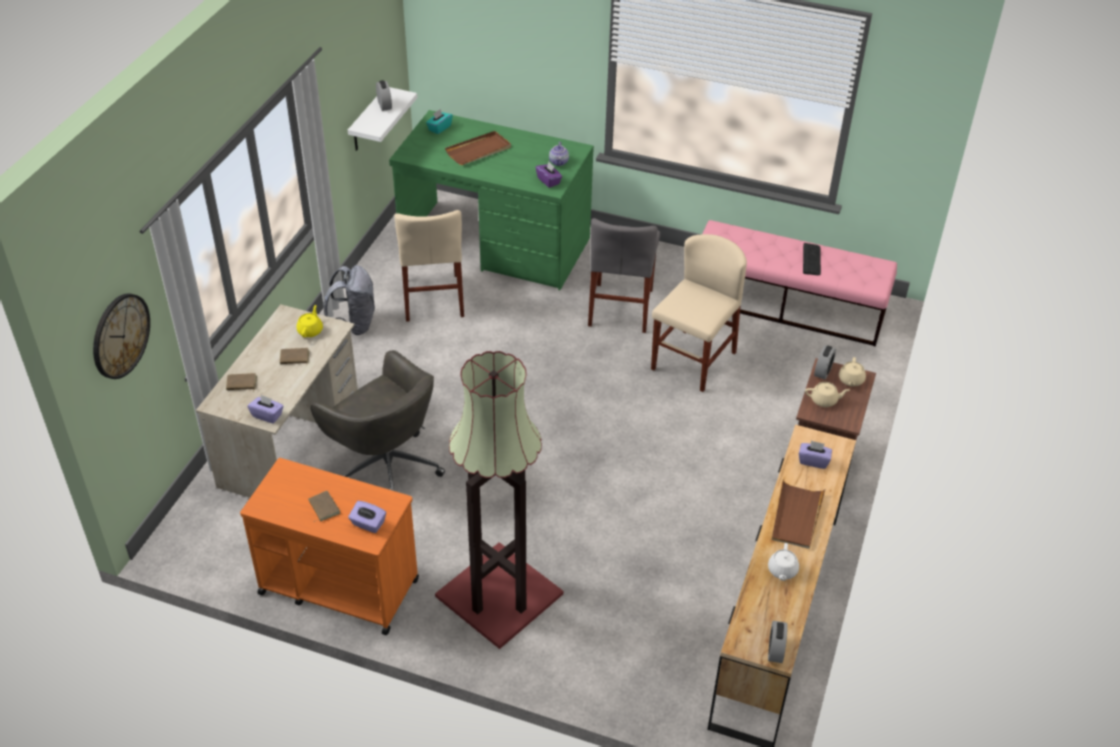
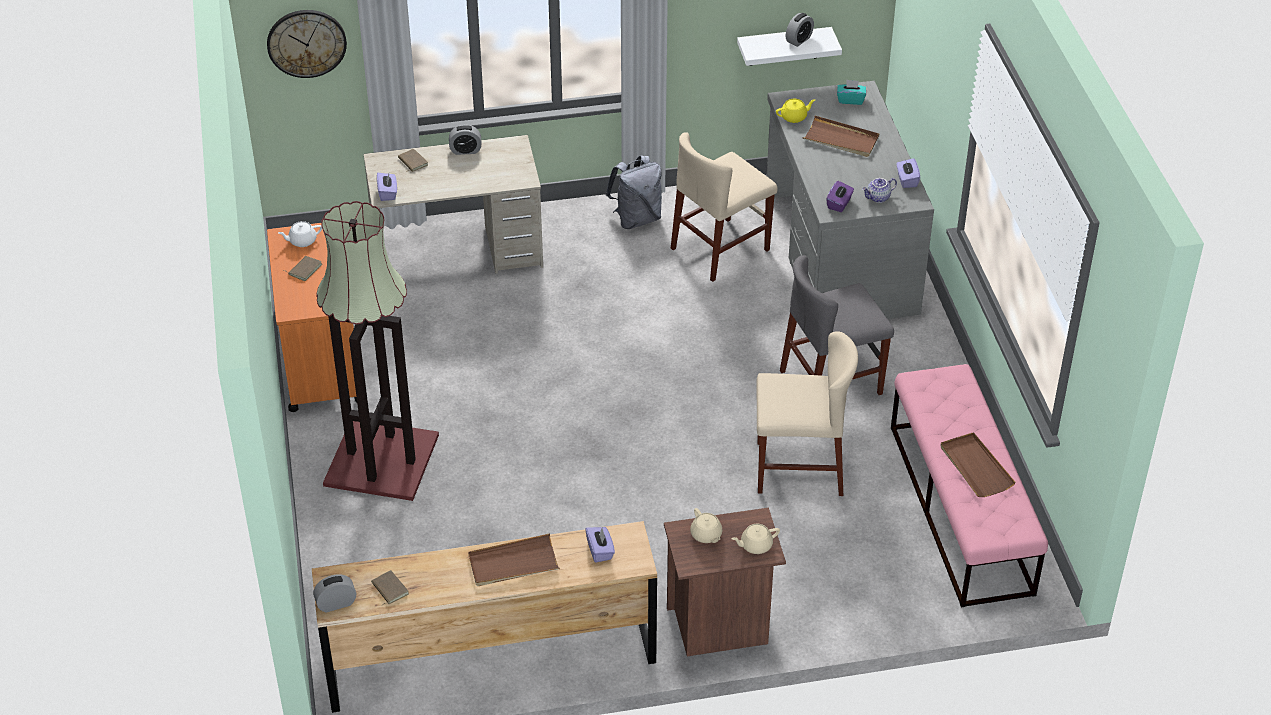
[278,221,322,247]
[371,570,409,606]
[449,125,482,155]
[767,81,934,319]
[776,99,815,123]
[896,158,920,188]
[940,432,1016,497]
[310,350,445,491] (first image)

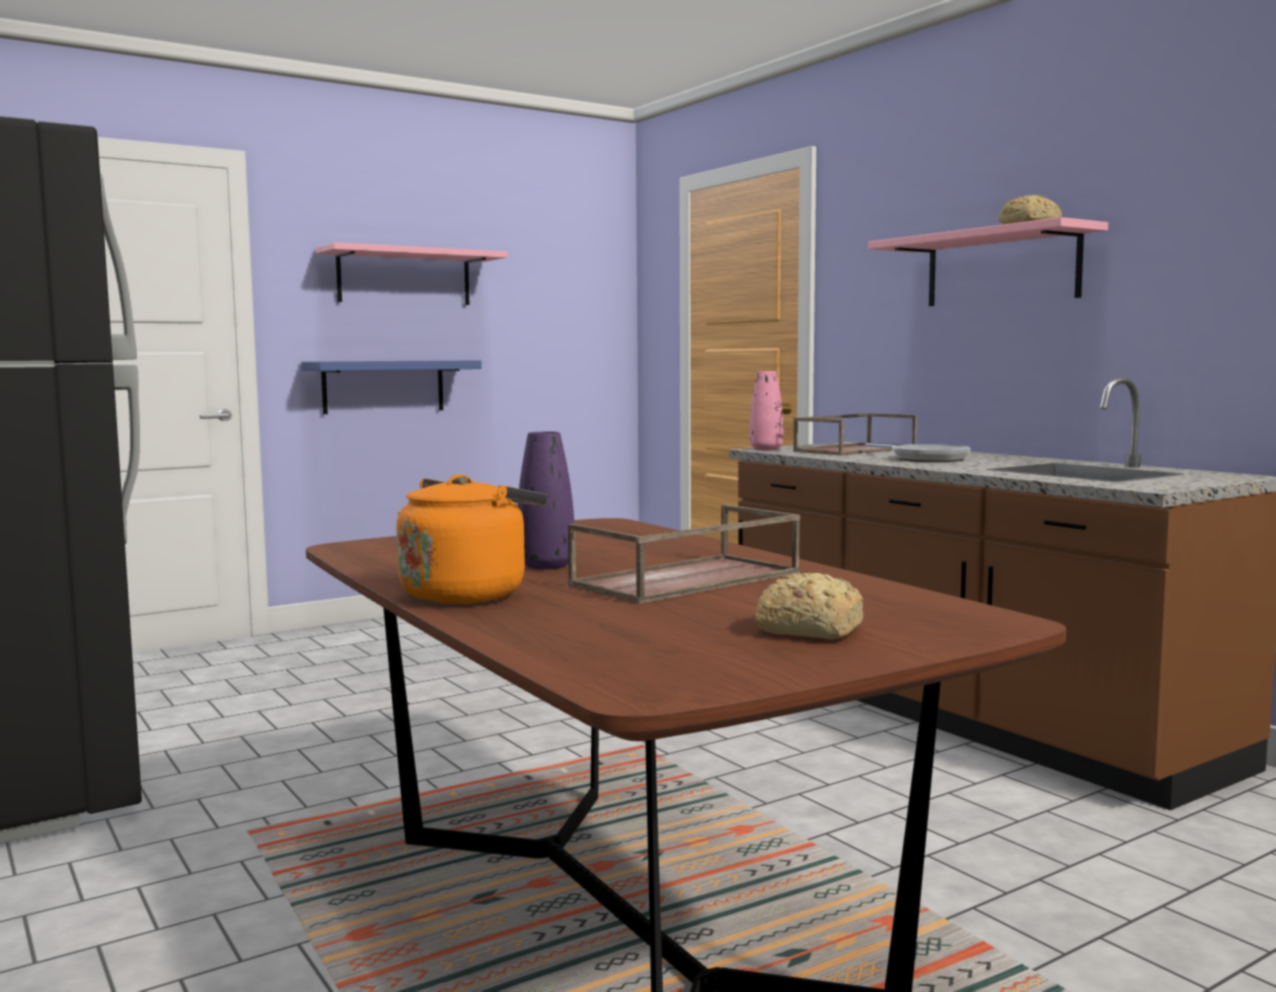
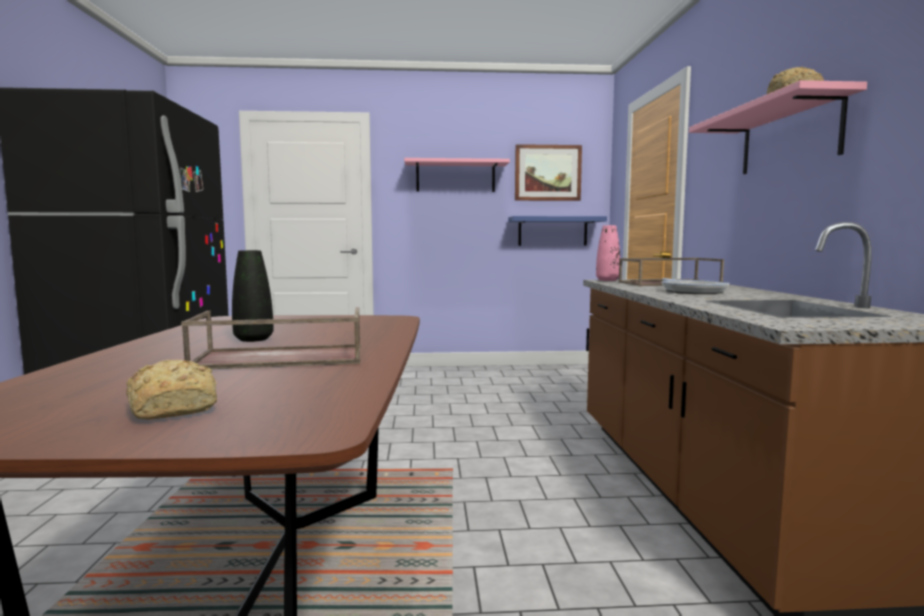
[232,250,273,342]
[508,216,607,246]
[515,144,582,201]
[396,474,548,604] (first image)

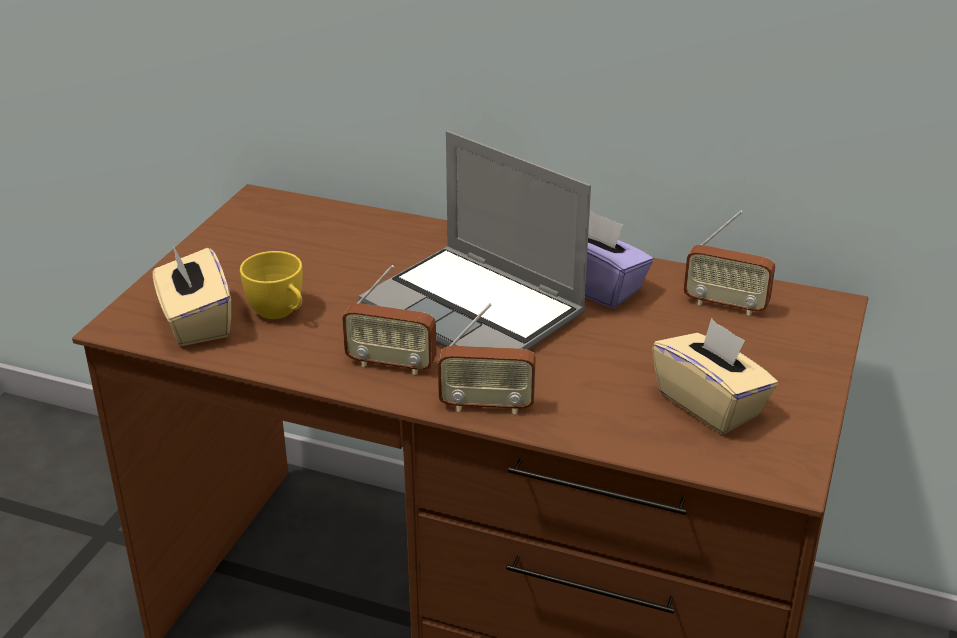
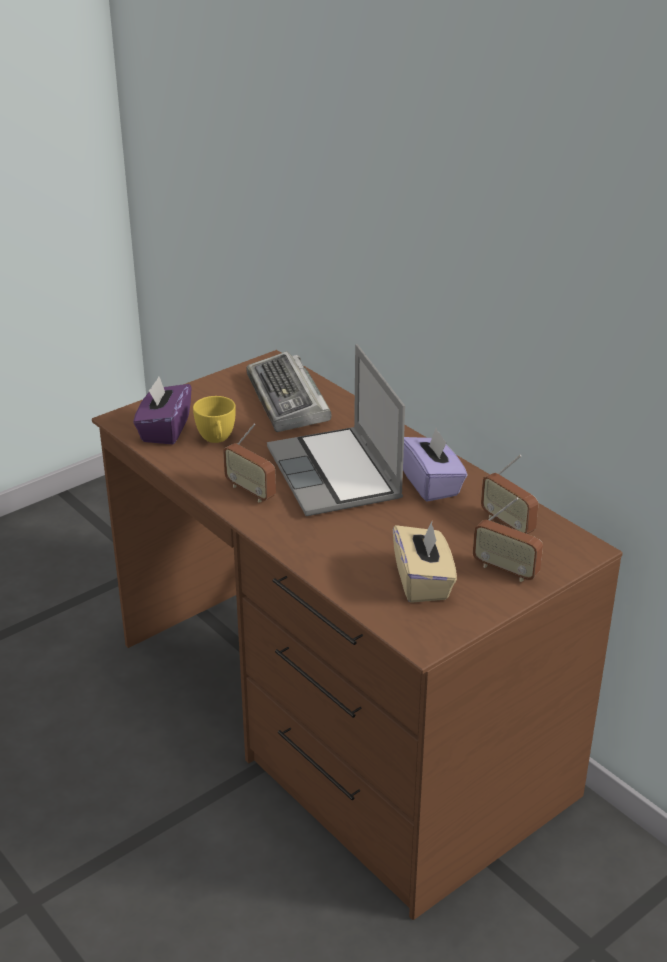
[133,377,192,445]
[246,351,332,432]
[473,498,543,582]

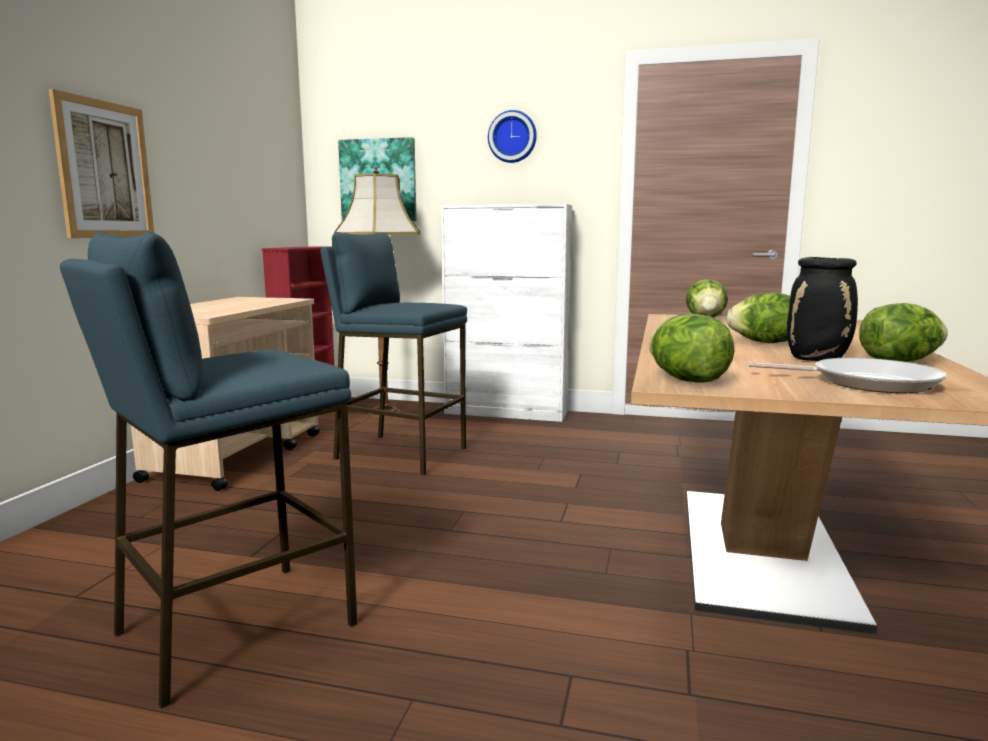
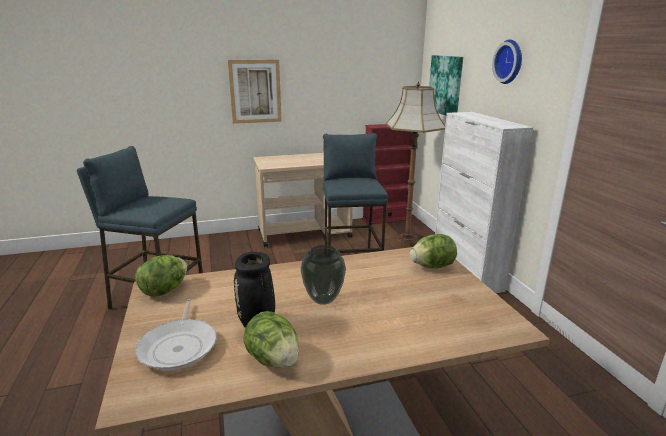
[301,245,346,305]

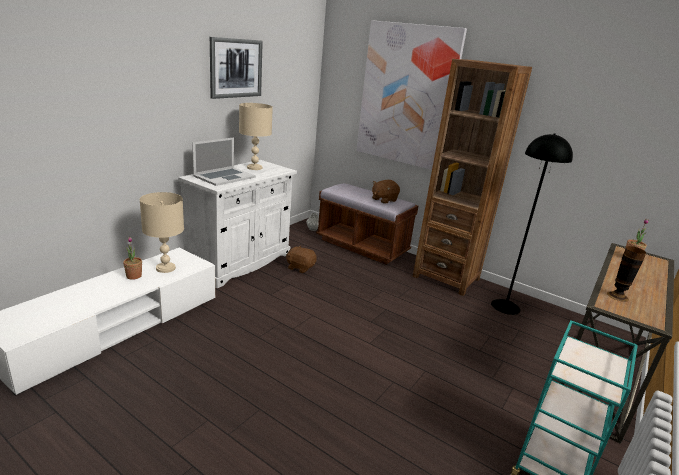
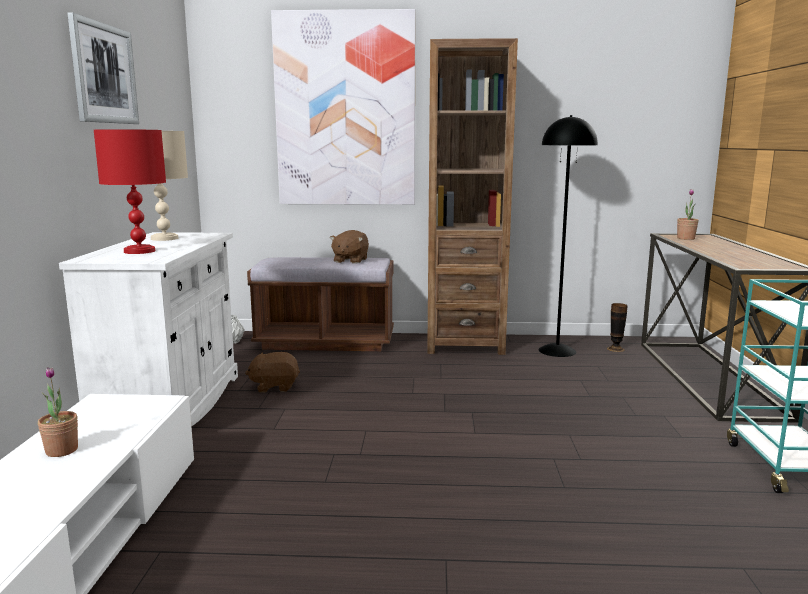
[94,129,166,254]
[607,303,628,352]
[140,192,184,273] (first image)

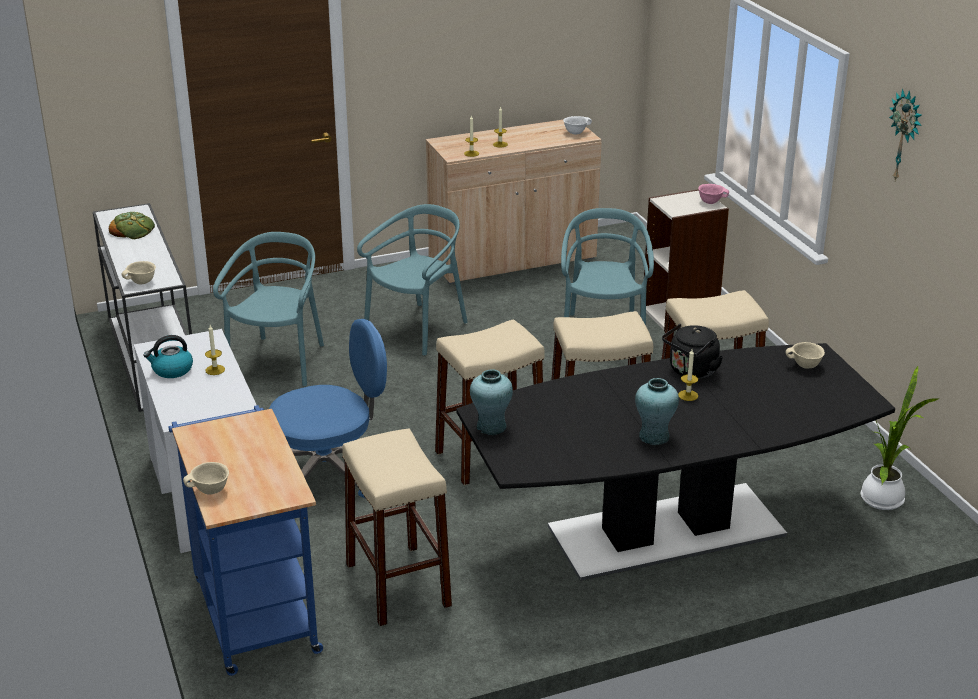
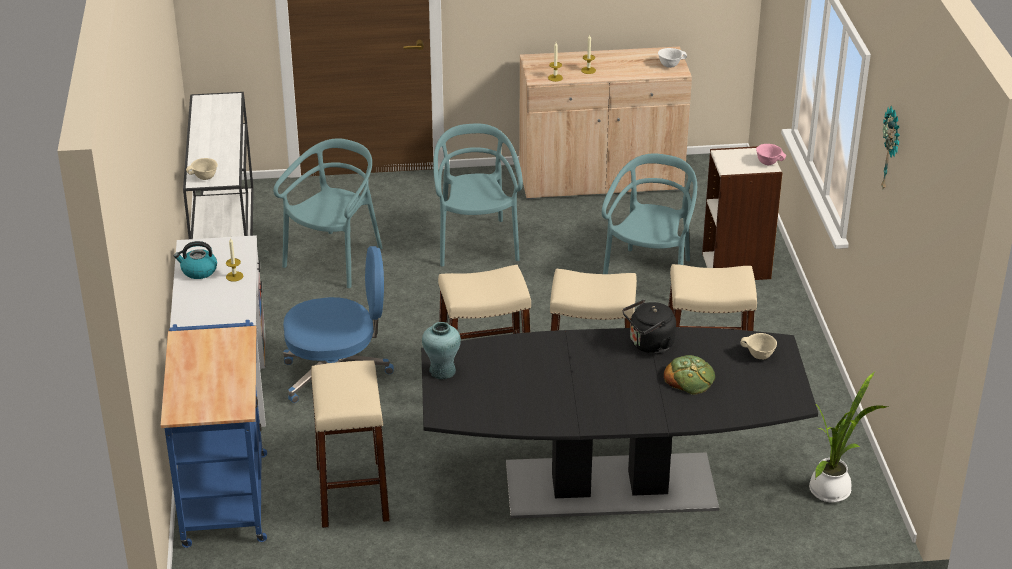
[433,124,523,266]
[664,355,715,395]
[183,462,229,495] (first image)
[635,378,679,445] (first image)
[678,350,698,401] (first image)

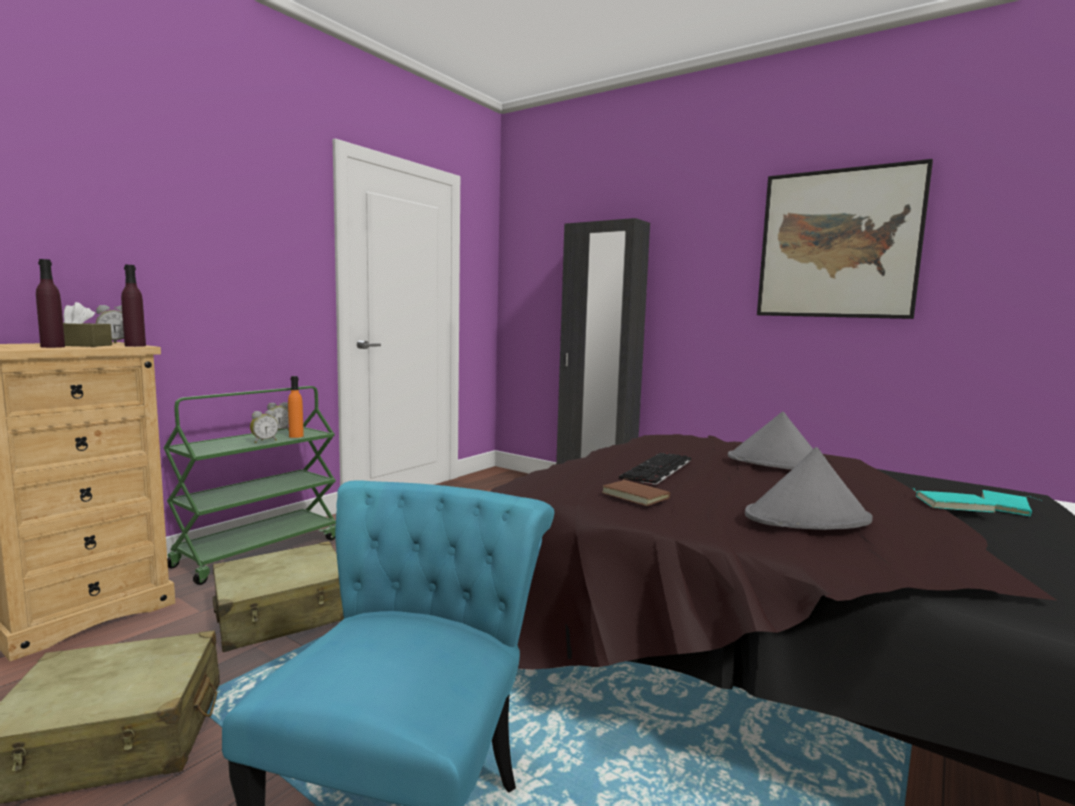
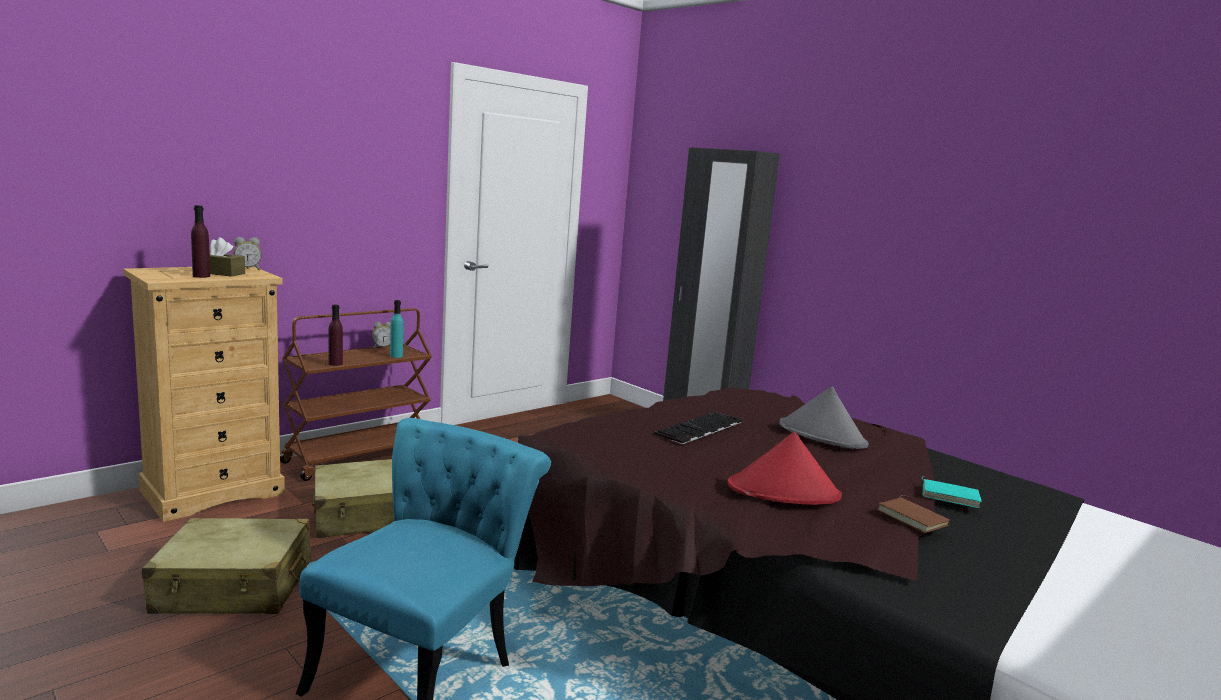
[280,308,432,481]
[328,304,343,366]
[390,300,404,358]
[728,432,842,505]
[877,495,950,533]
[250,410,279,443] (first image)
[757,159,933,319] (first image)
[982,490,1041,516] (first image)

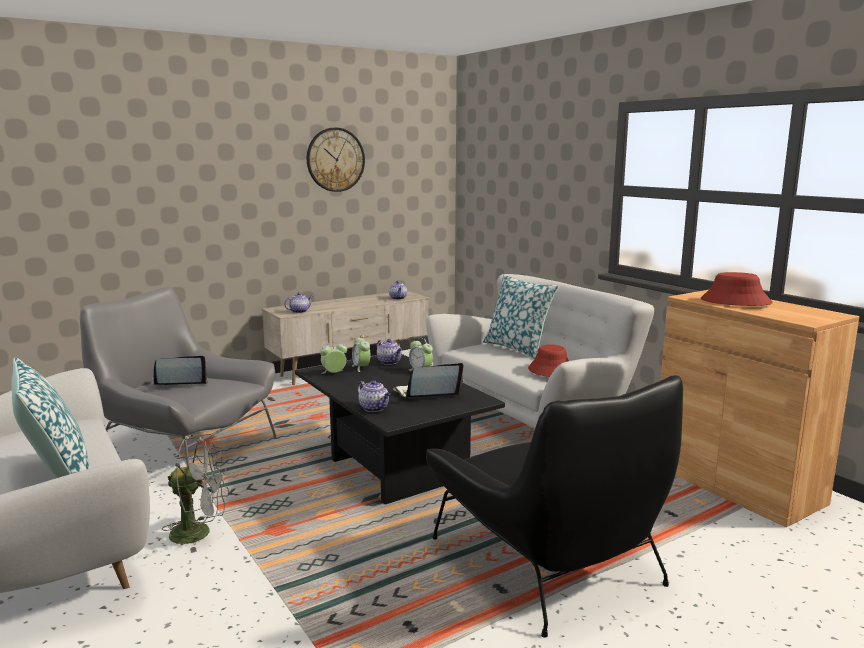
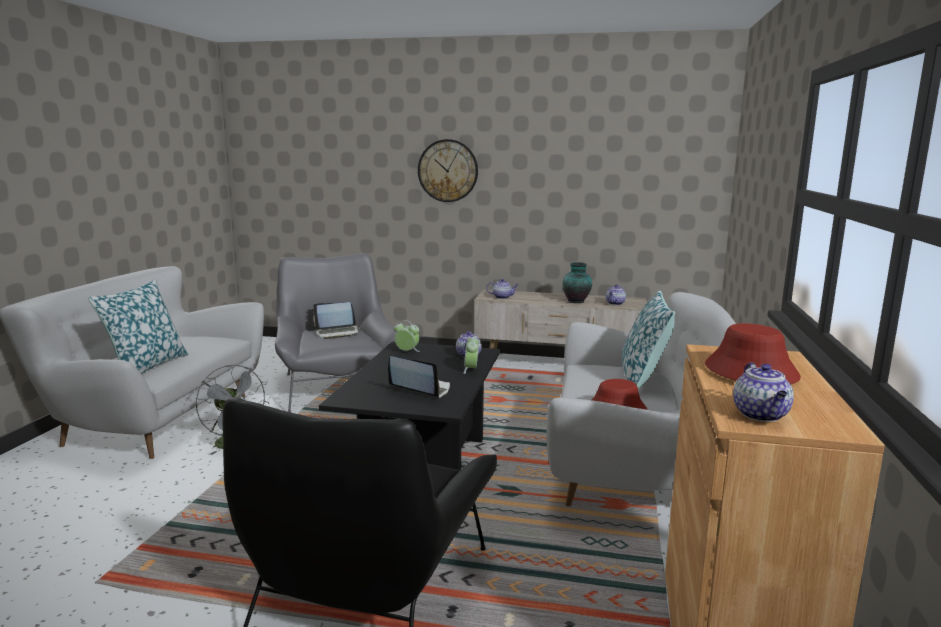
[313,302,360,339]
[418,139,478,202]
[562,262,592,303]
[733,362,794,422]
[352,335,370,372] (first image)

